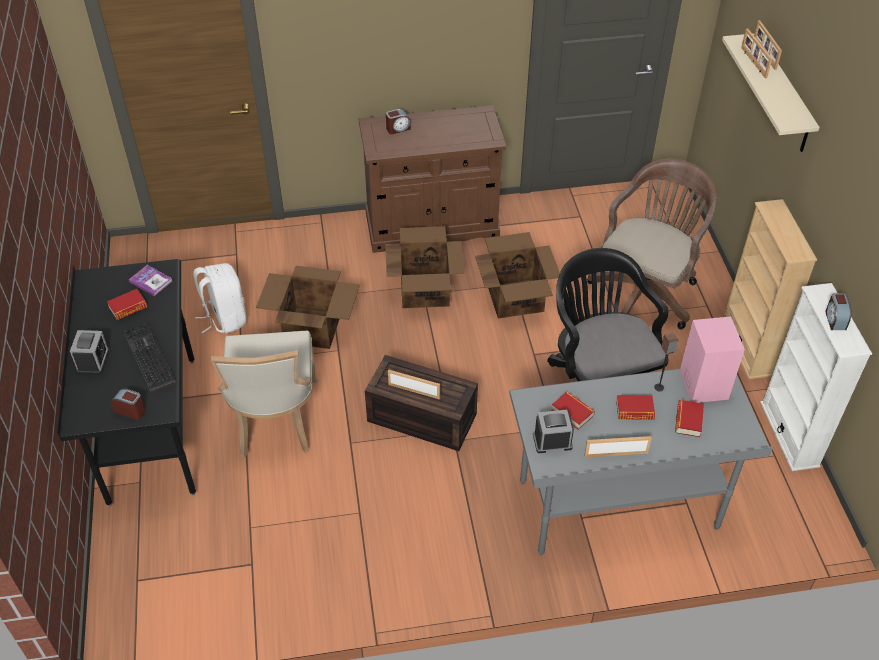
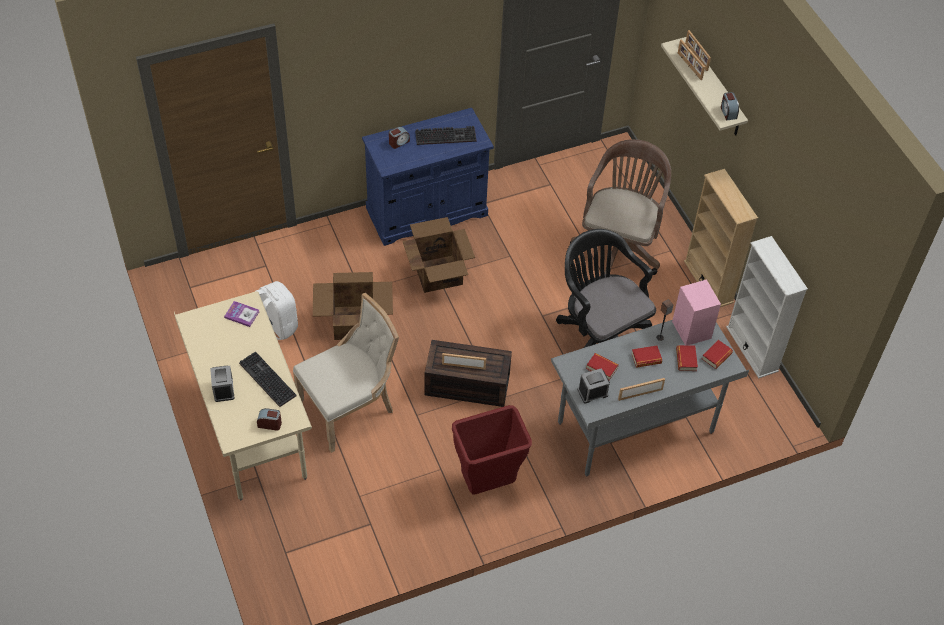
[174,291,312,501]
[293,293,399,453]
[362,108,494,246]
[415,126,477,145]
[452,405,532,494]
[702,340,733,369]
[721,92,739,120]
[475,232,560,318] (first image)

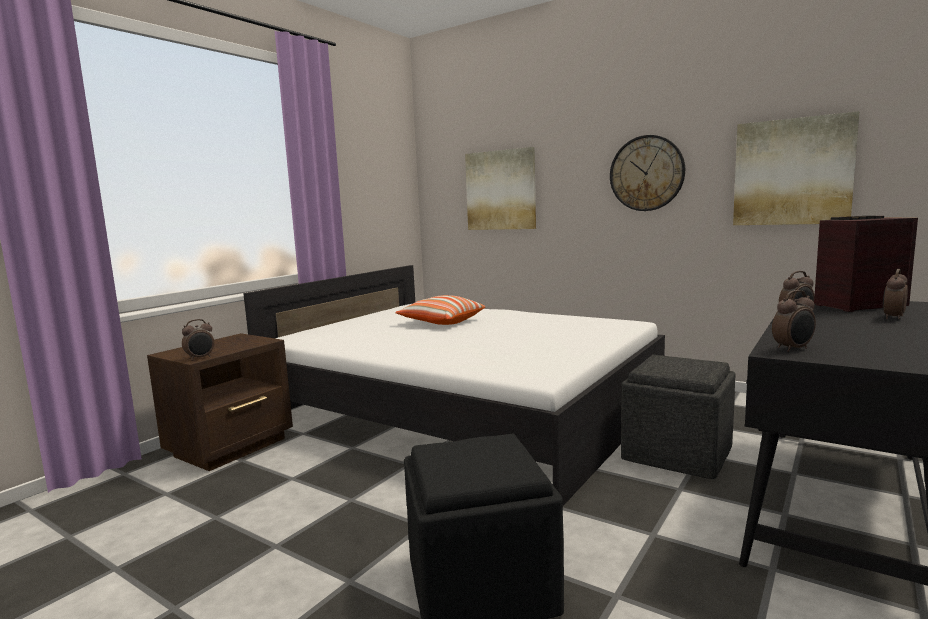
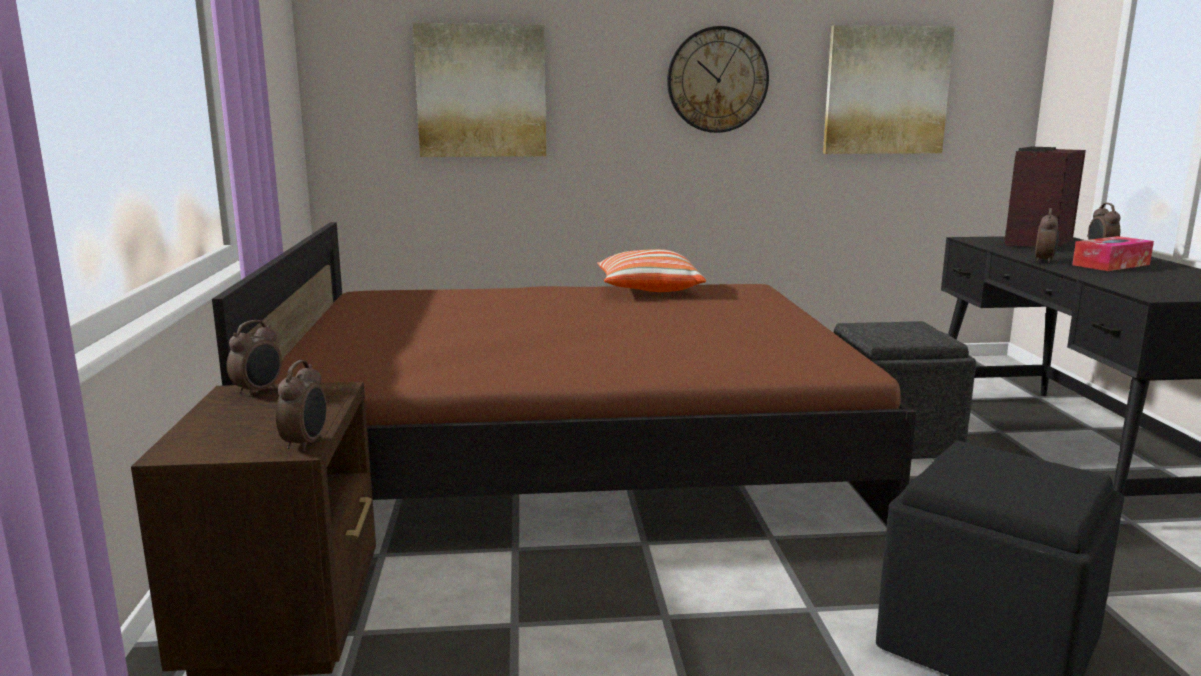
[212,222,916,525]
[227,320,282,397]
[597,249,706,292]
[1072,236,1154,271]

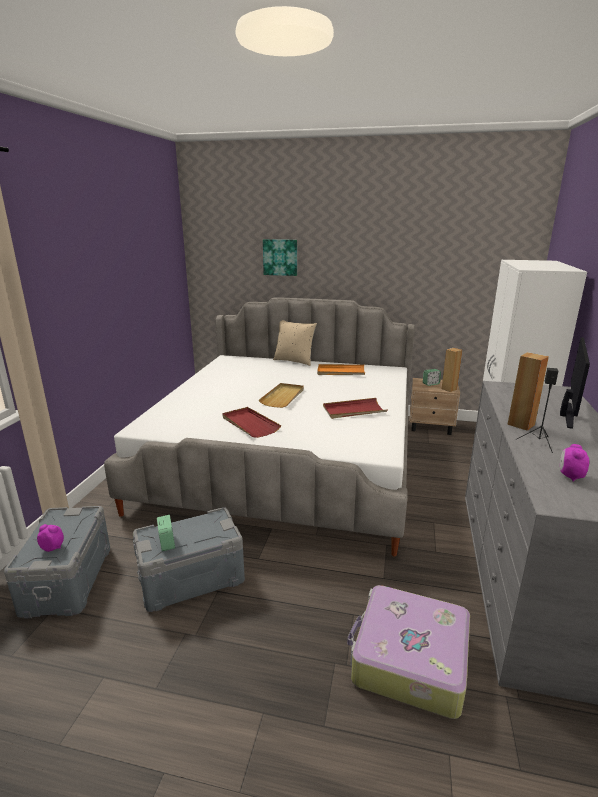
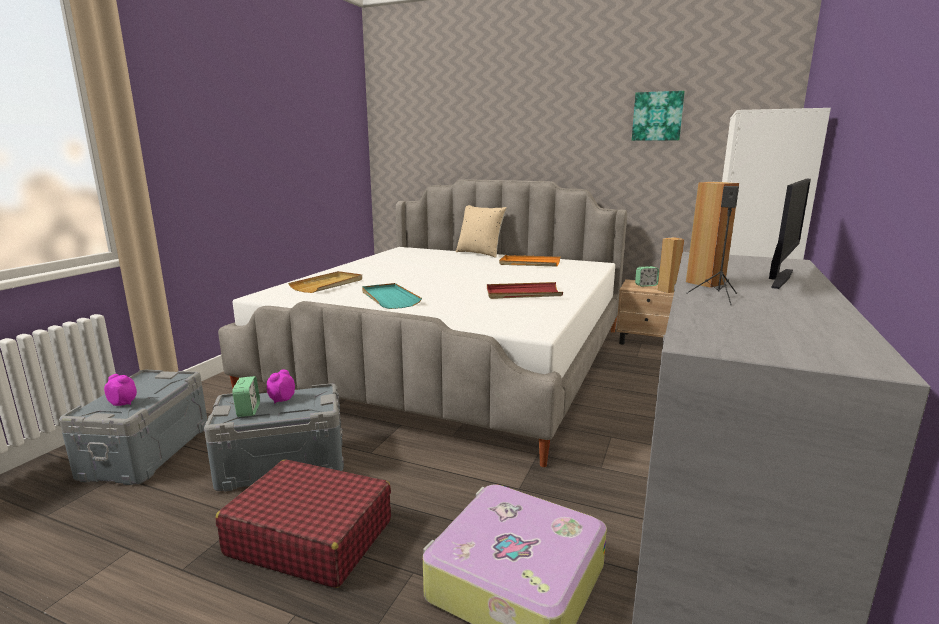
[215,460,391,588]
[267,370,295,403]
[288,271,362,293]
[362,283,422,309]
[632,91,685,141]

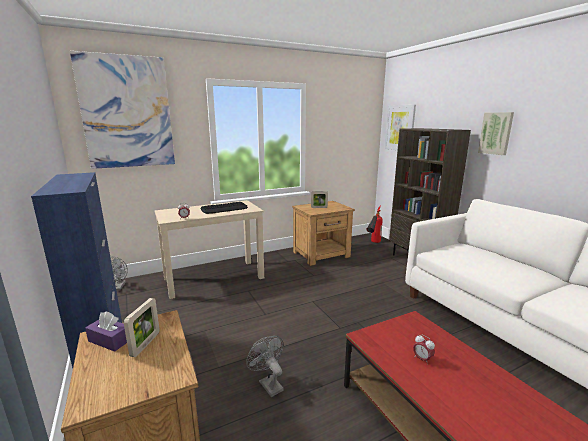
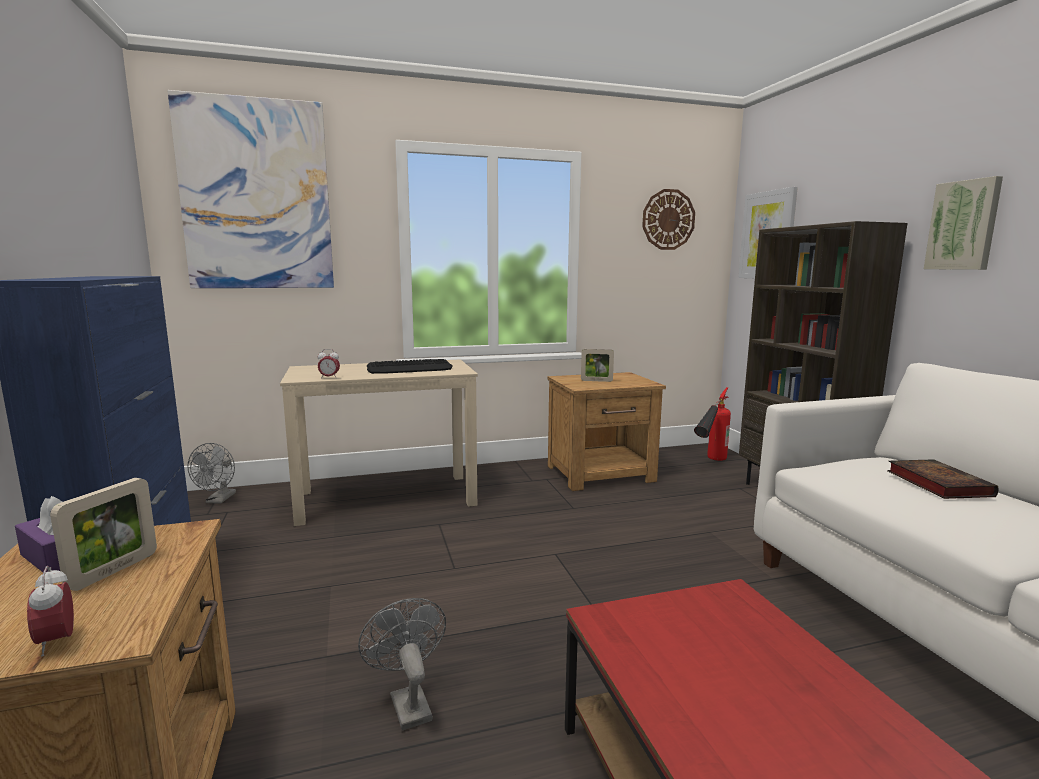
[27,566,74,657]
[642,189,695,250]
[887,459,999,499]

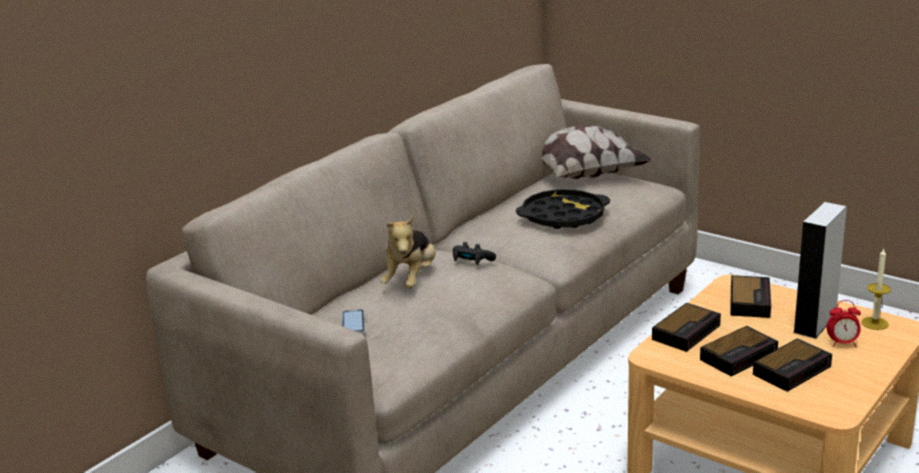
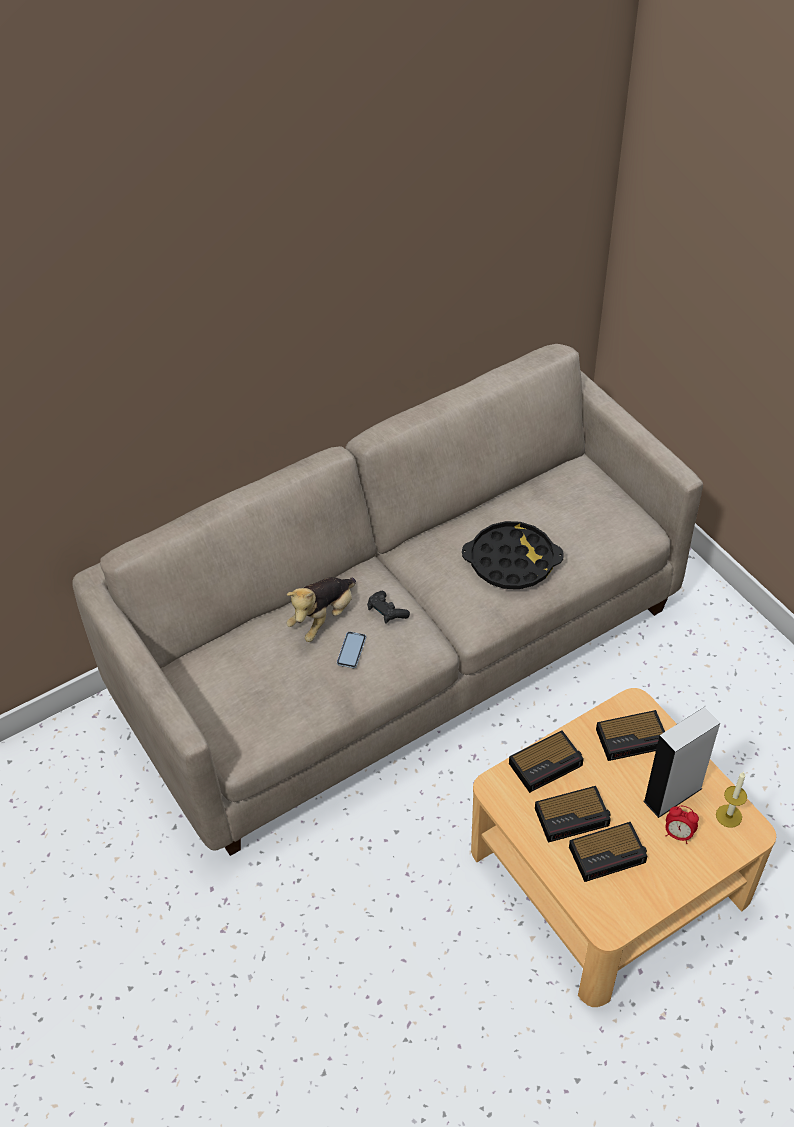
[337,632,366,668]
[596,710,665,761]
[541,126,652,179] (first image)

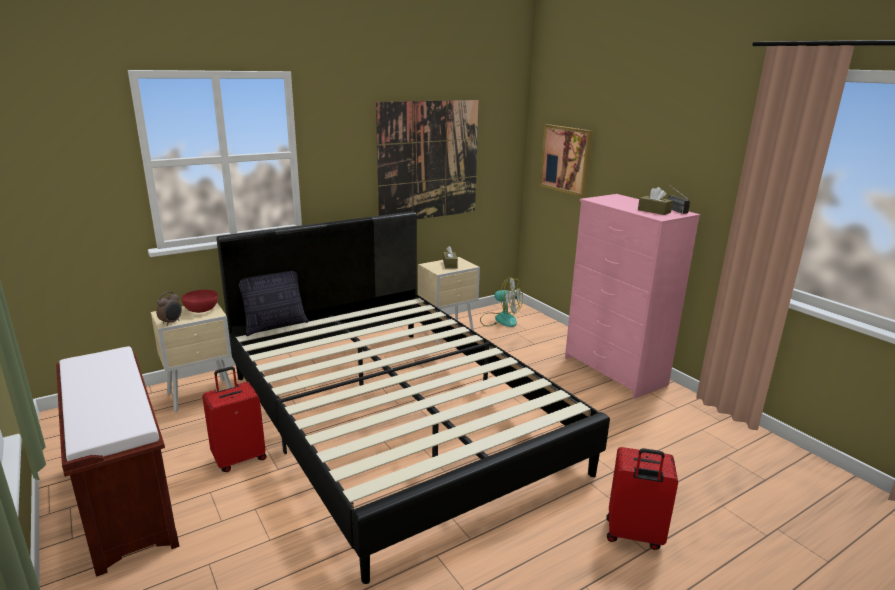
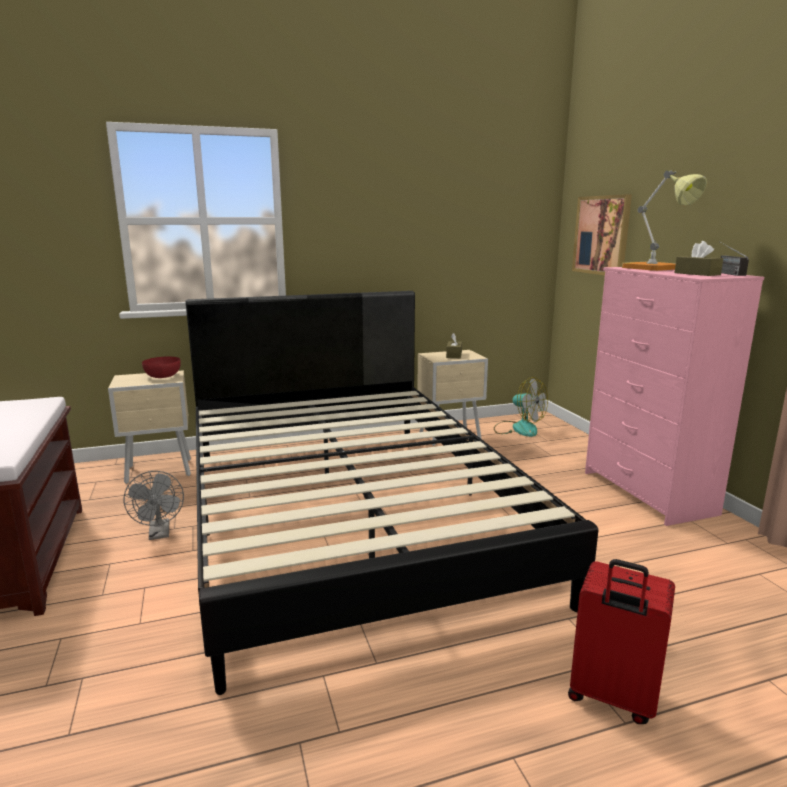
[124,471,184,540]
[622,170,707,271]
[156,291,182,326] (first image)
[239,271,308,336] (first image)
[376,100,479,219] (first image)

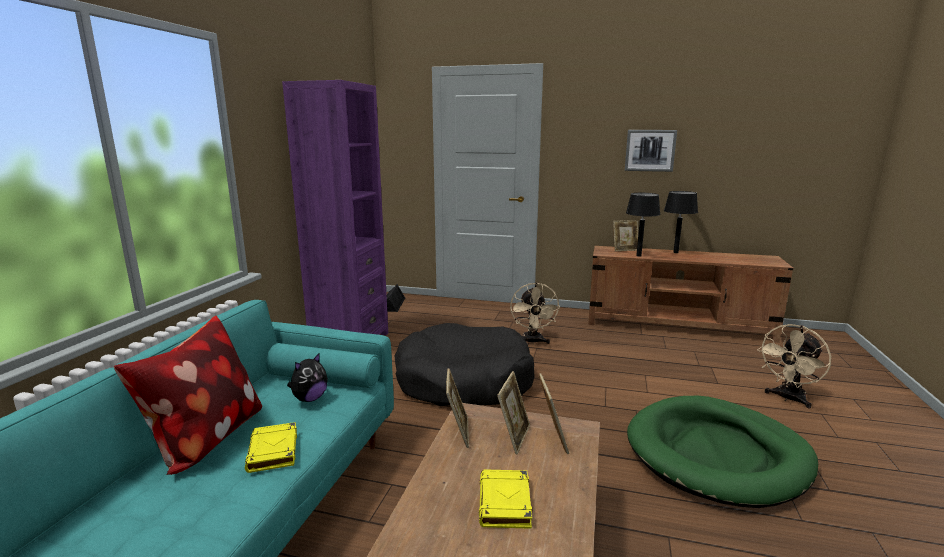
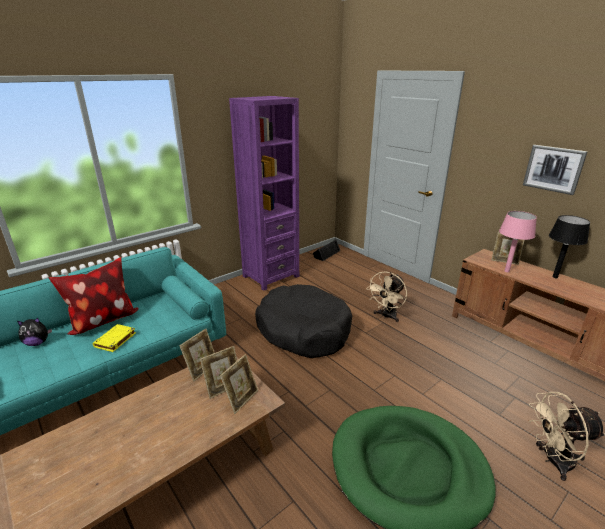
[17,318,52,346]
[499,211,537,272]
[479,470,532,529] (first image)

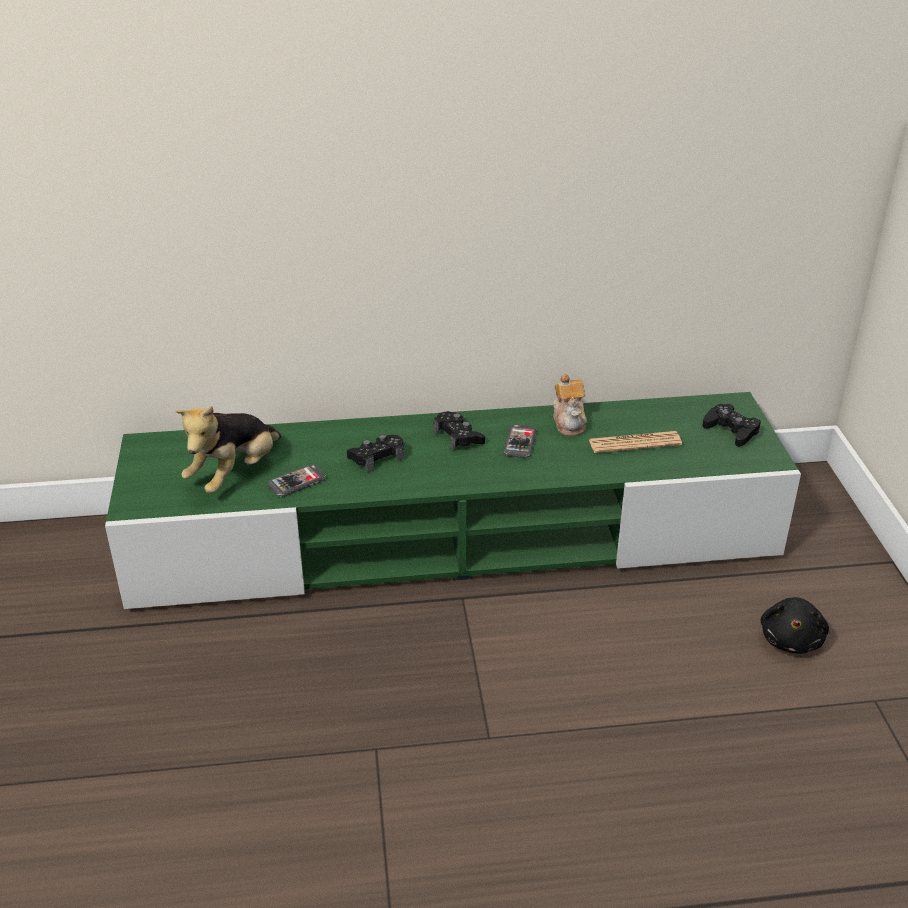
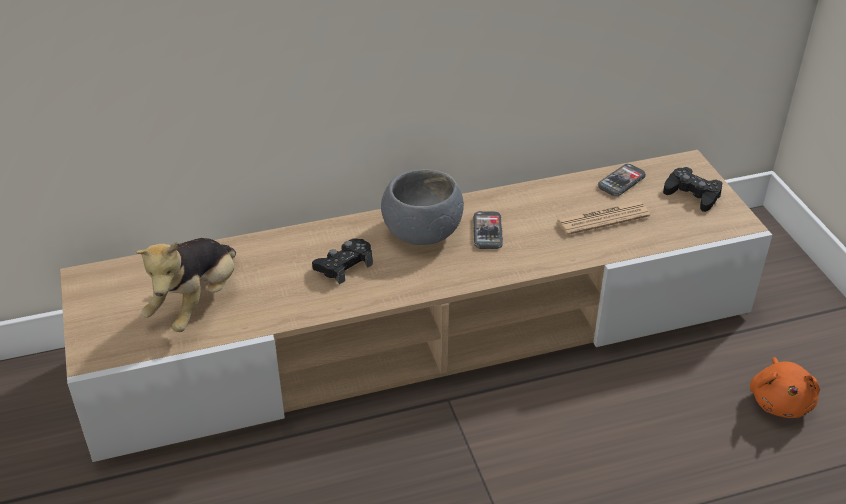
[60,150,772,462]
[381,169,464,245]
[598,164,646,196]
[750,357,820,418]
[553,374,587,436] (first image)

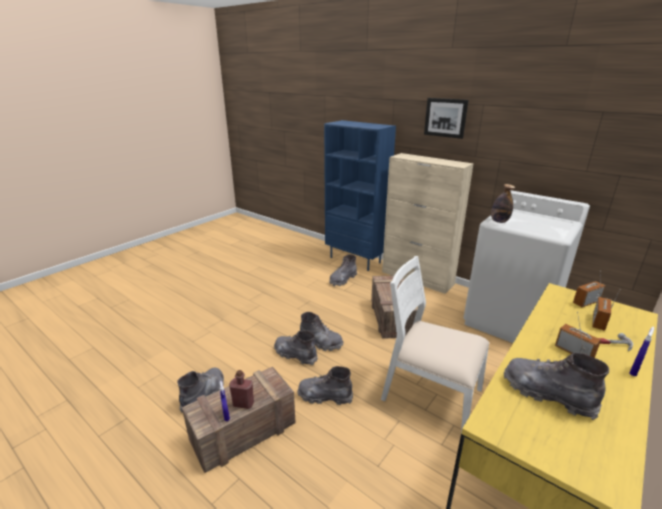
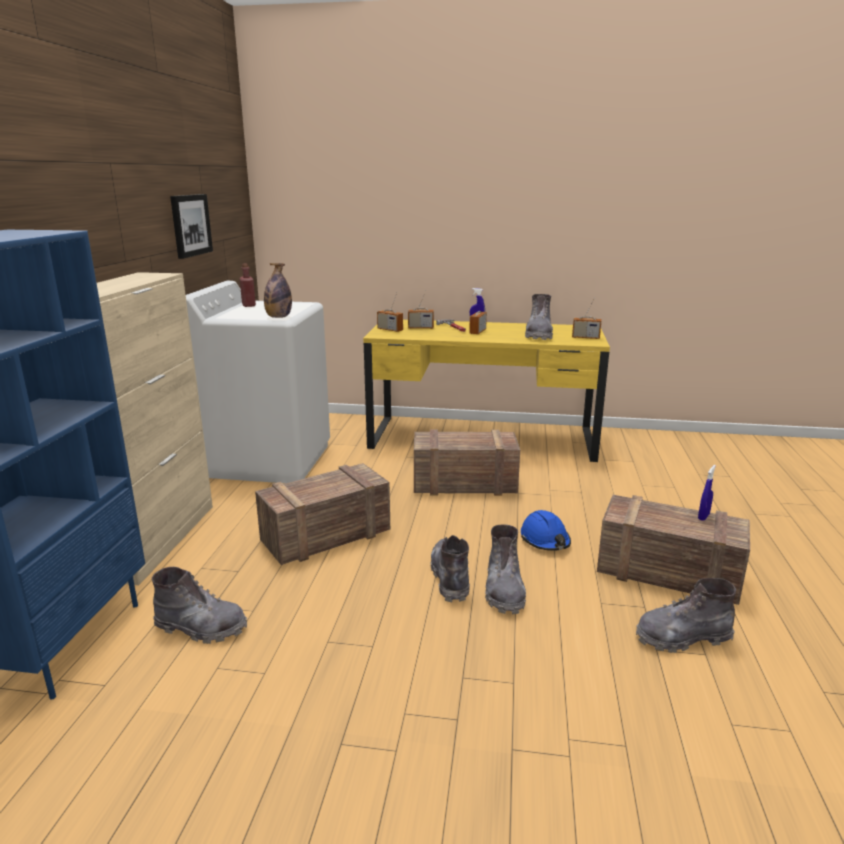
[170,194,213,259]
[240,263,256,307]
[414,429,520,496]
[521,510,571,551]
[572,298,601,339]

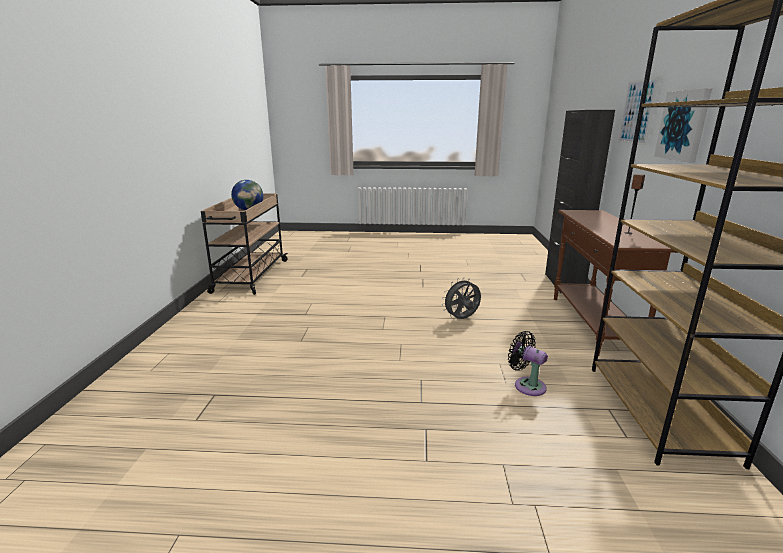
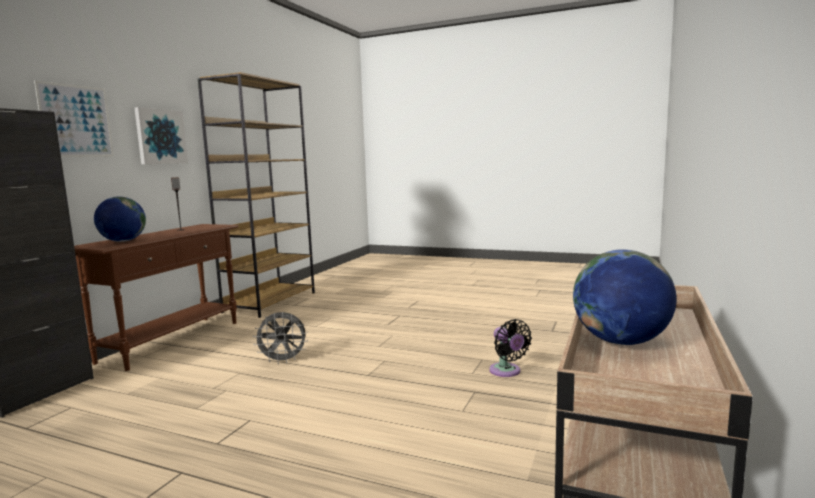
[94,197,146,242]
[489,319,532,377]

